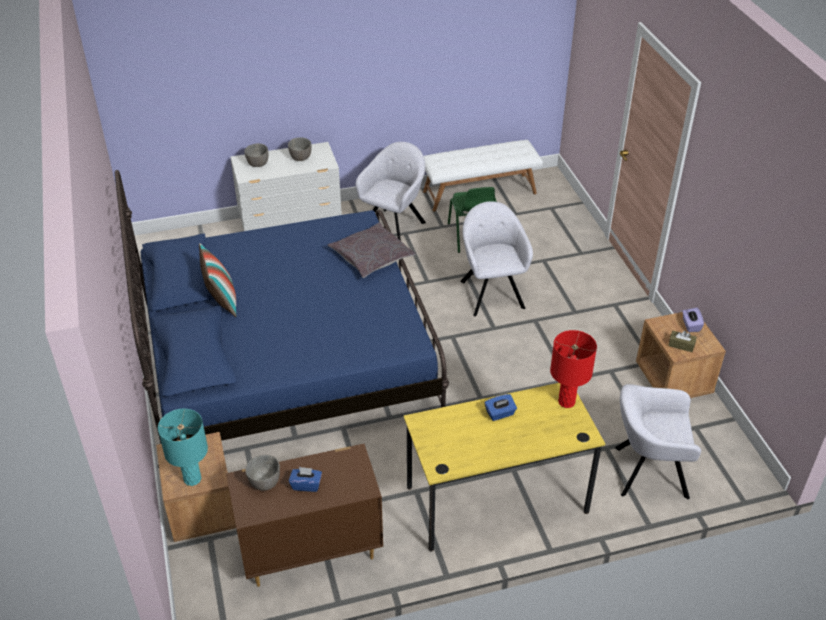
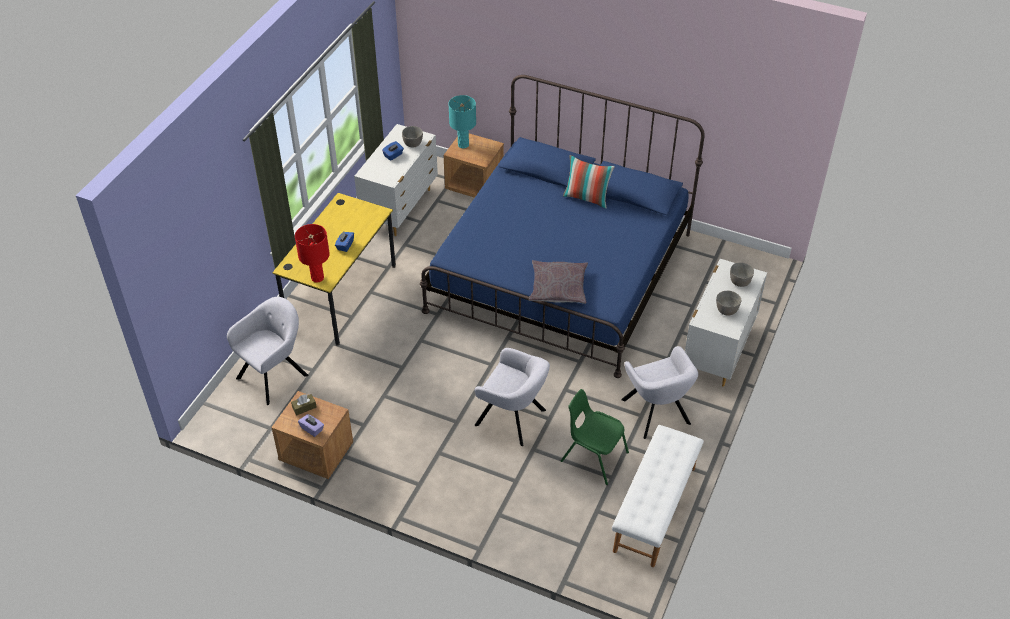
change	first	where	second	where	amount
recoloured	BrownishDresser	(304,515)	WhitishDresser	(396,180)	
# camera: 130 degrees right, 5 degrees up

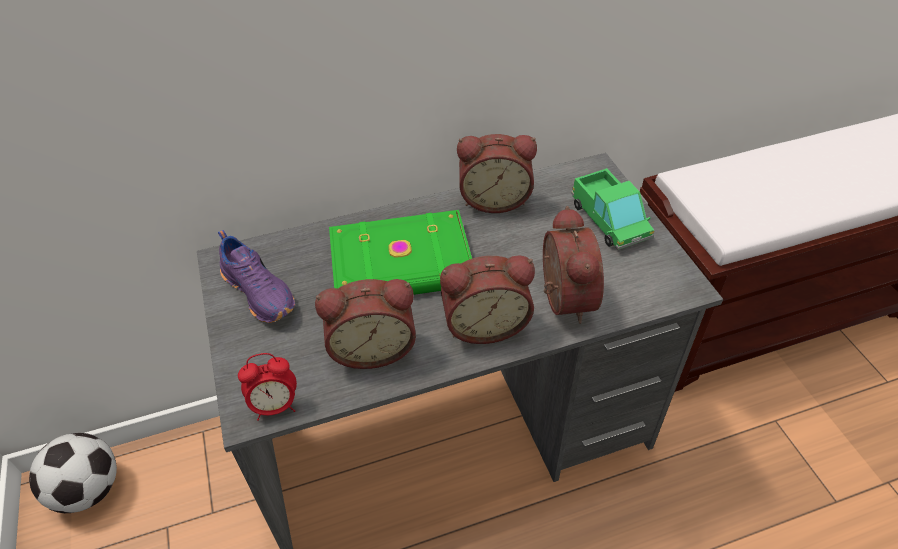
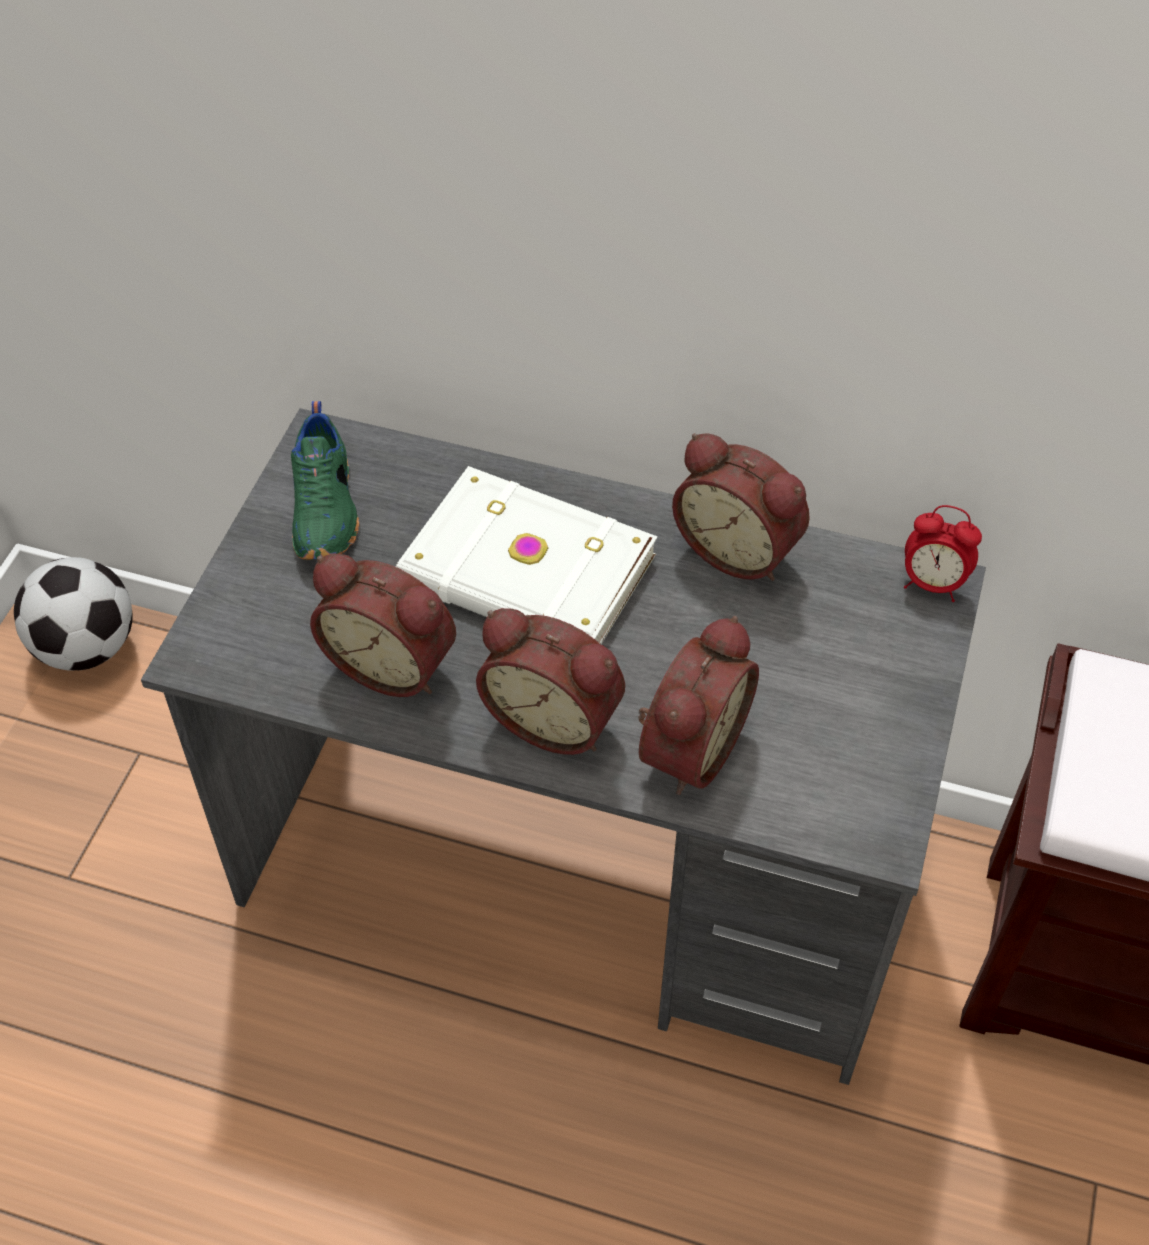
change	first	where	second	where	amount
removed	ToyTruck	(613,209)			
moved	BedsideClock	(267,387)		(943,553)	
recoloured	PurpleShoe	(256,276)	GreenishShoe	(325,480)	
recoloured	GreenishBoundBook	(400,252)	WhitishBoundBook	(527,555)	
# camera: 35 degrees right, 5 degrees up

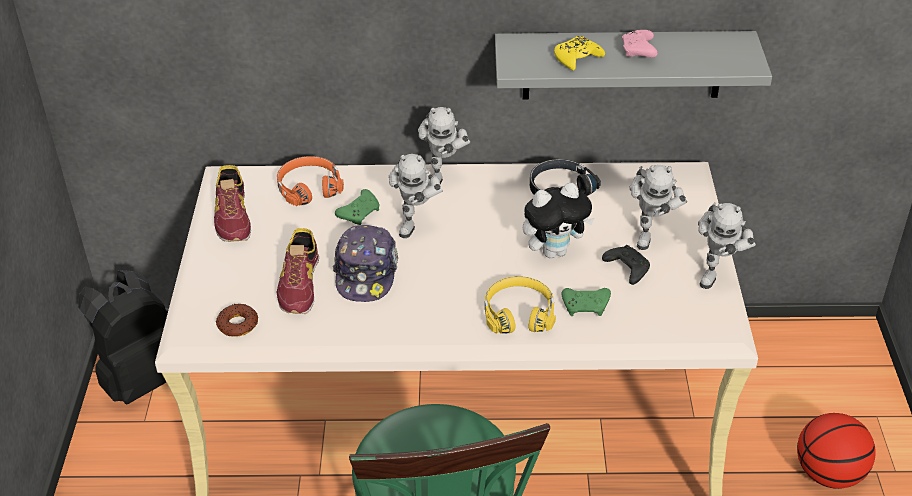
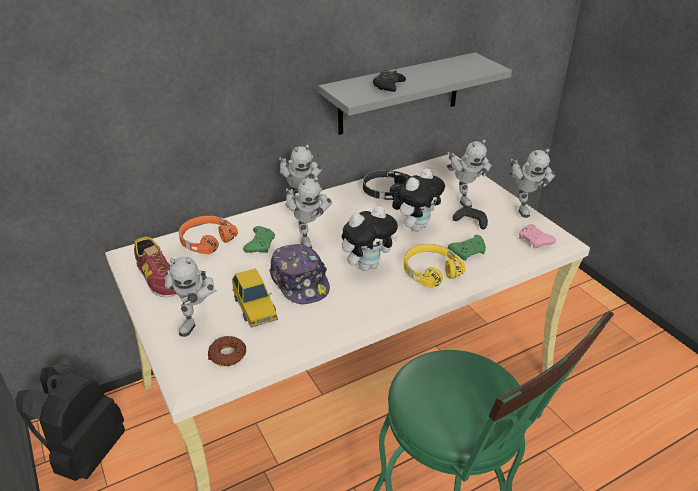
change	first	where	second	where	amount
removed	Basketball	(836,451)			
added			ModelRobot	(190,297)	
added			CuddlyToy	(370,238)	
moved	PinkGamepad	(640,44)		(537,236)	
replaced	Shoe	(298,271)	MiniatureCar	(255,298)	
recoloured	YellowishGamepad	(579,53)	BlackGamepad	(389,81)	
# camera: 30 degrees left, 5 degrees down

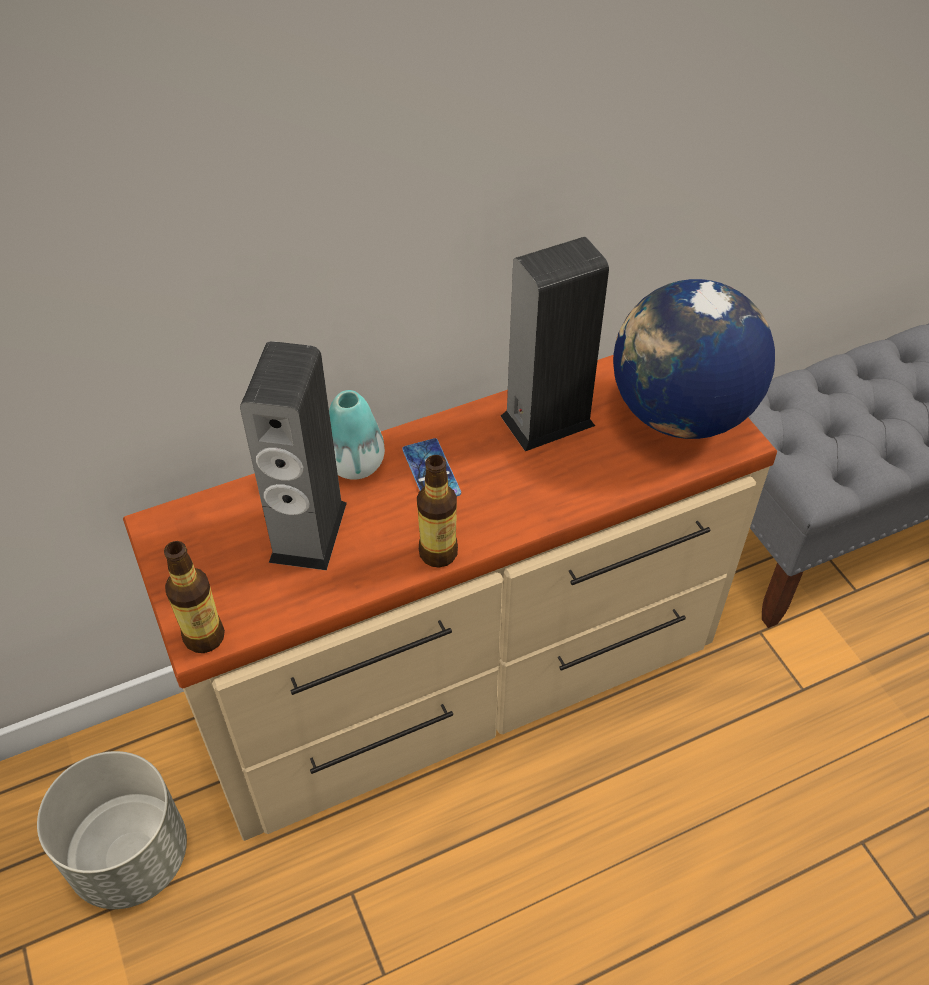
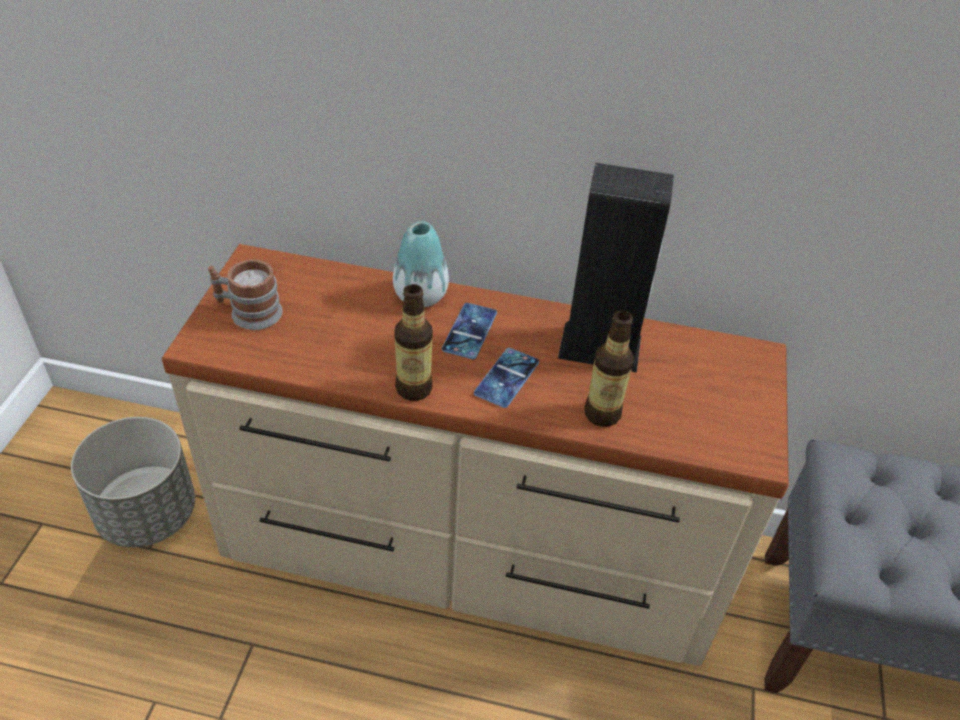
change	first	where	second	where	amount
removed	AudioSpeaker	(293,455)			
removed	DeskGlobe	(694,359)			
added			Mug	(245,294)	
added			Telephone	(506,378)	
moved	DrinkBottle	(194,597)		(609,369)	
# camera: 35 degrees right, 5 degrees down

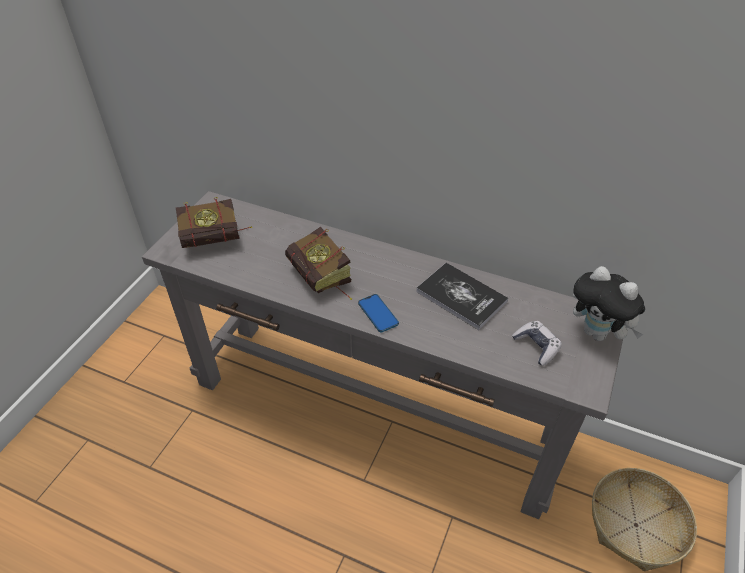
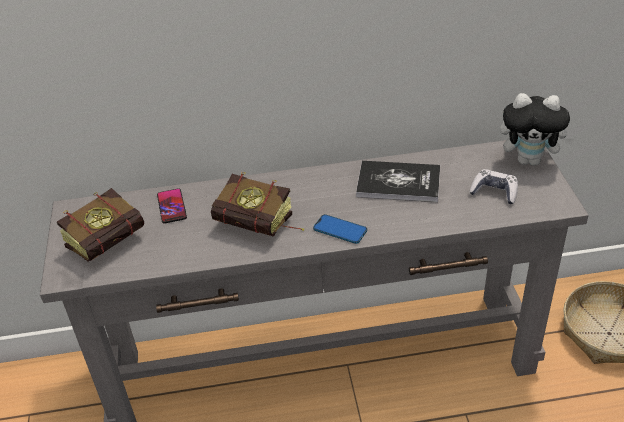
change	first	where	second	where	amount
added			Telephone	(172,206)	
# camera: 30 degrees left, 5 degrees down

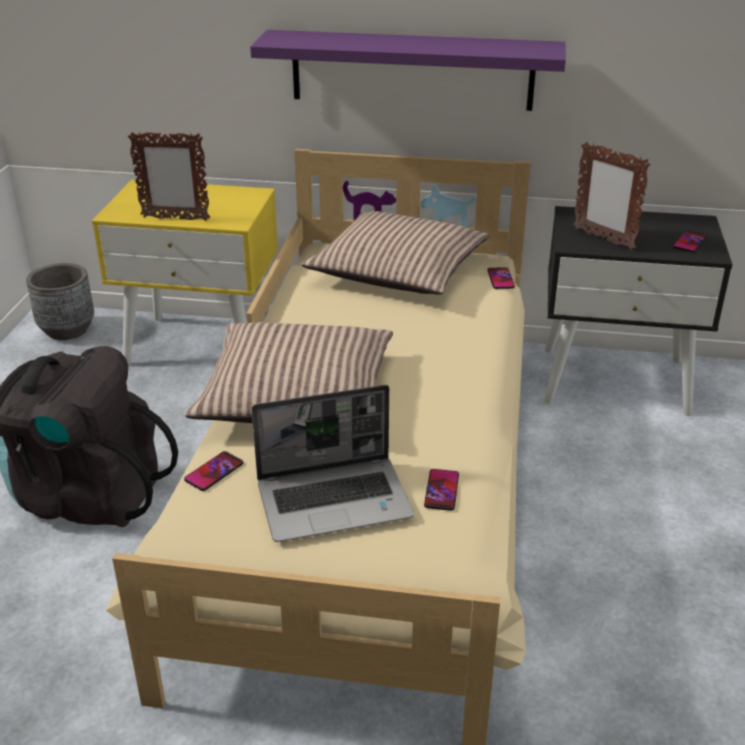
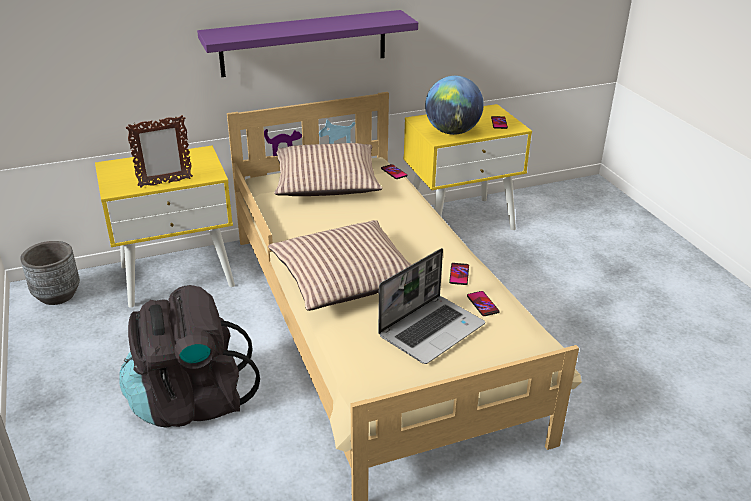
change	first	where	second	where	amount
moved	Telephone	(213,471)		(459,274)	
replaced	PhotoFrame	(611,196)	DeskGlobe	(454,105)	
recoloured	BlackNightTable	(638,311)	YellowishNightTable	(467,167)	
# camera: 30 degrees left, 0 degrees up

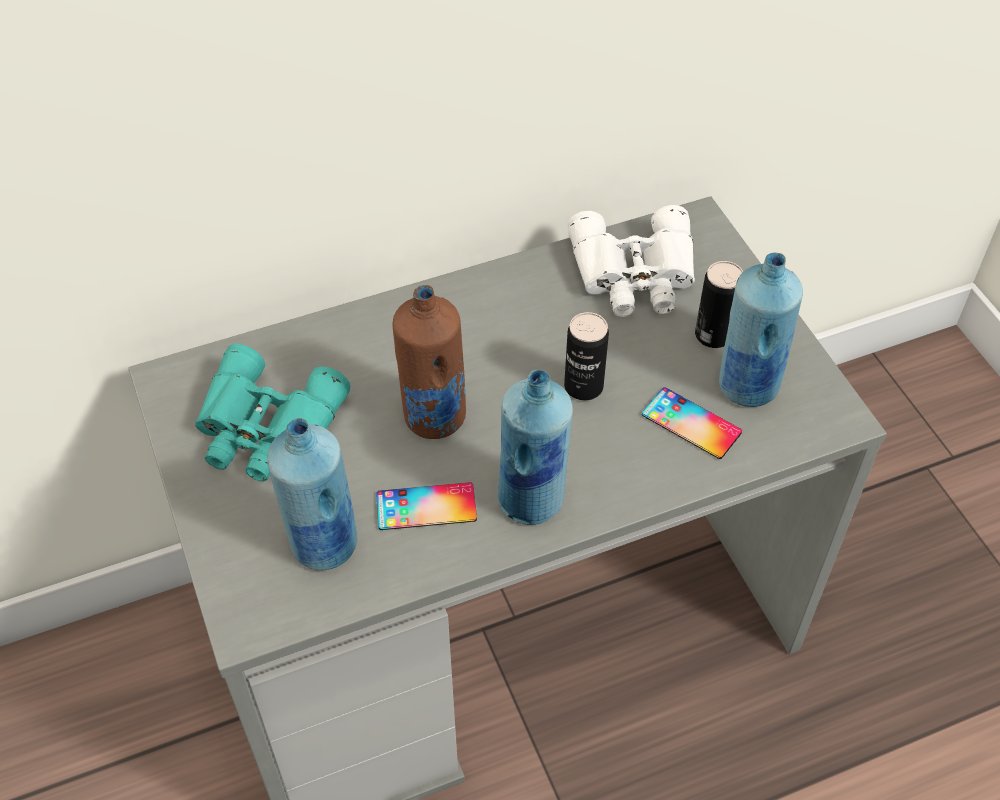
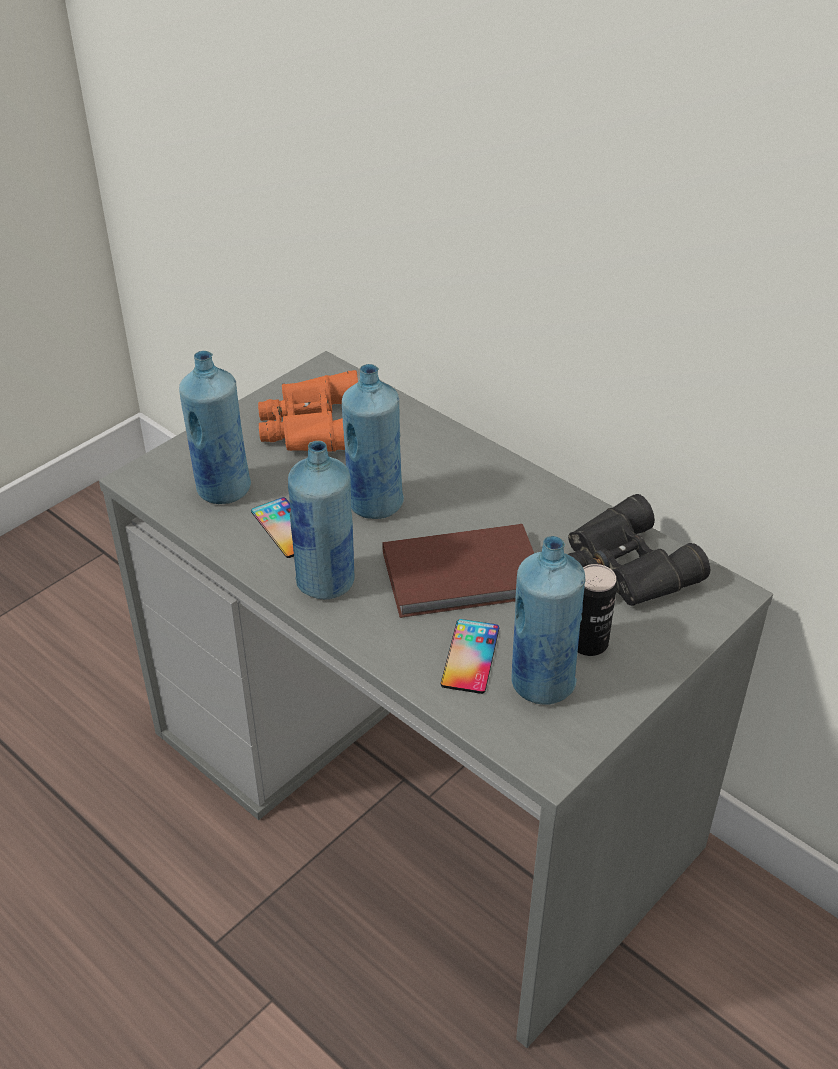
change	first	where	second	where	amount
replaced	MetalCan	(586,356)	BrownishBoundBook	(458,571)	
recoloured	TurquoiseColouredBinoculars	(272,413)	OrangeyBinoculars	(308,411)	
recoloured	BrownishDrinkBottle	(429,362)	BluishDrinkBottle	(373,441)	
recoloured	WhitishBinoculars	(631,261)	BlackBinoculars	(638,550)	
# camera: 65 degrees right, 10 degrees down

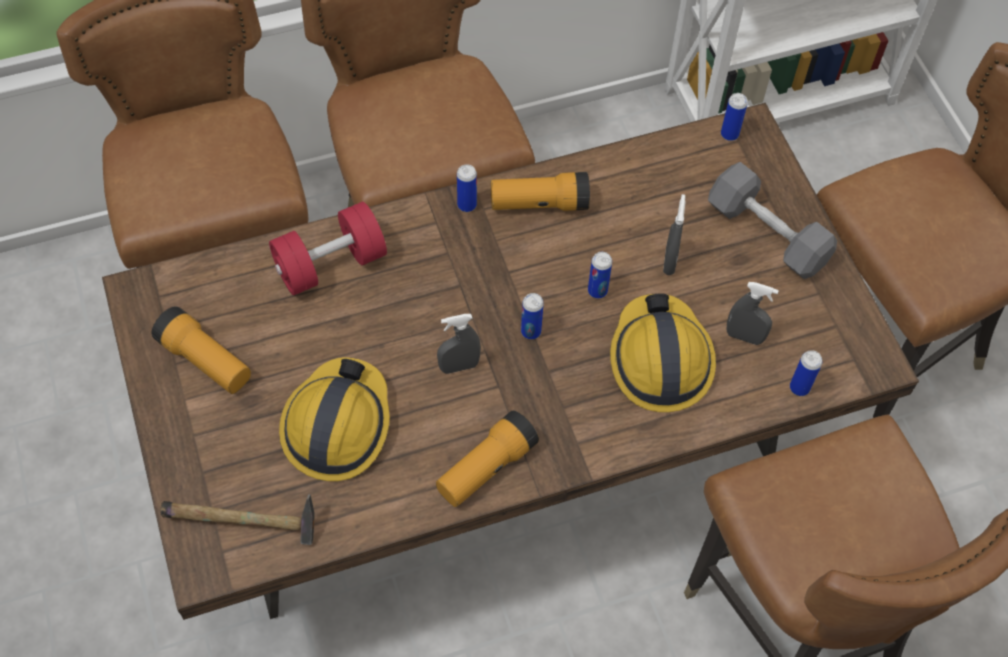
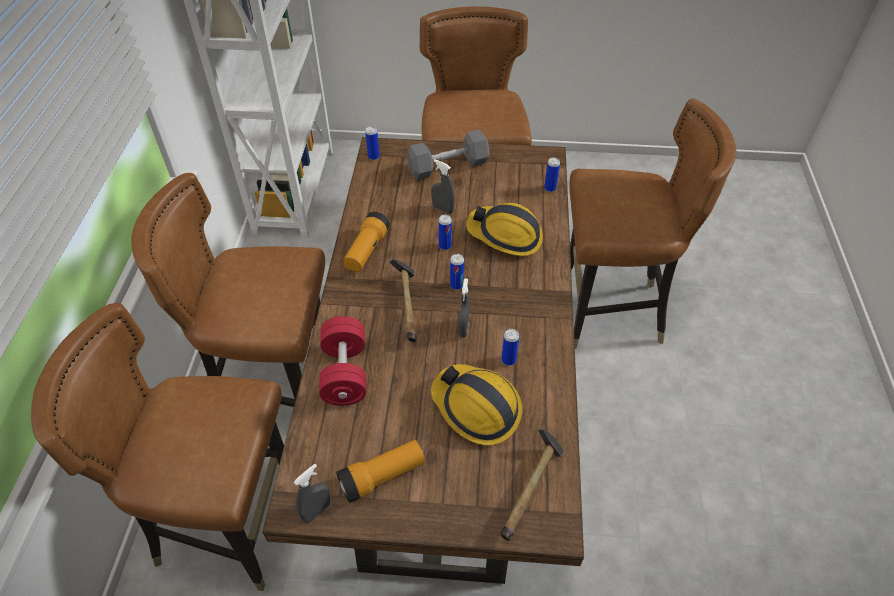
change	first	where	second	where	amount
removed	Flashlight	(487,459)			
added			HandHammer	(403,300)	
moved	MetalCan	(467,188)		(510,347)	
moved	GreyishSprayer	(753,313)		(312,493)	
# camera: 65 degrees left, 10 degrees down

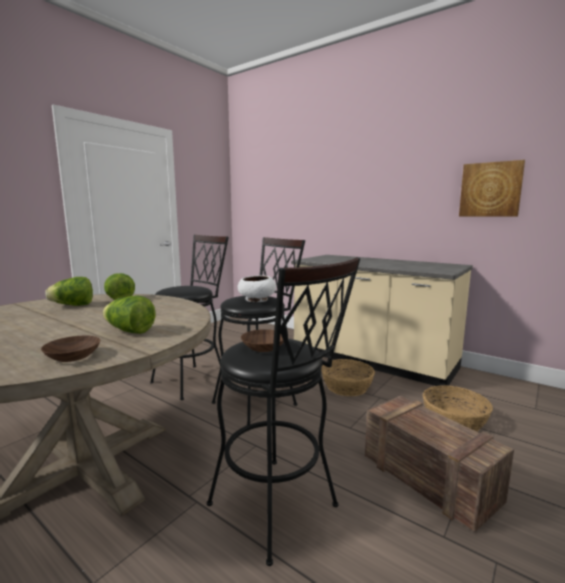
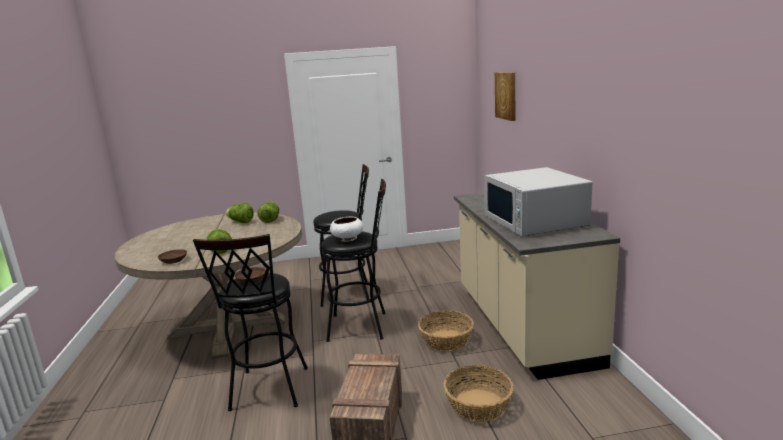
change	first	where	second	where	amount
added			WhitishKitchenMicrowave	(538,202)	
moved	WallArt	(492,188)		(505,96)	
# camera: 45 degrees right, 5 degrees up

